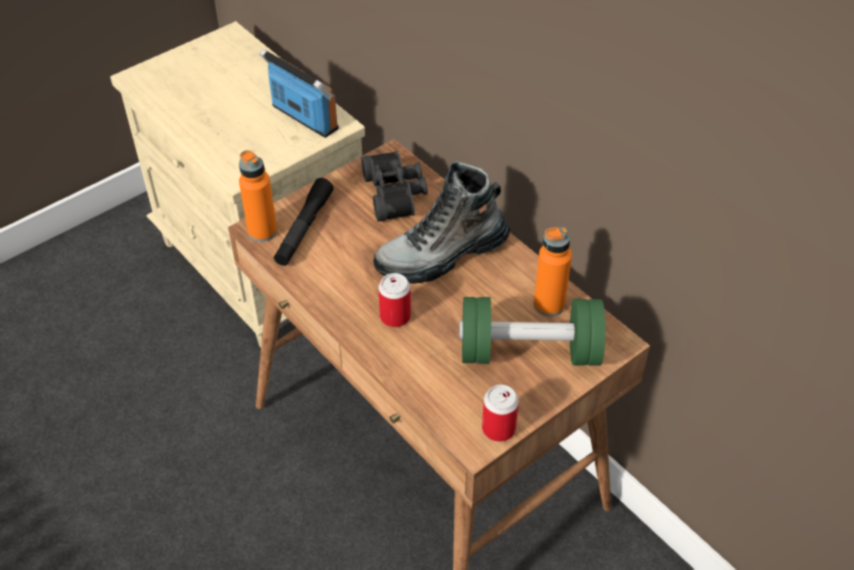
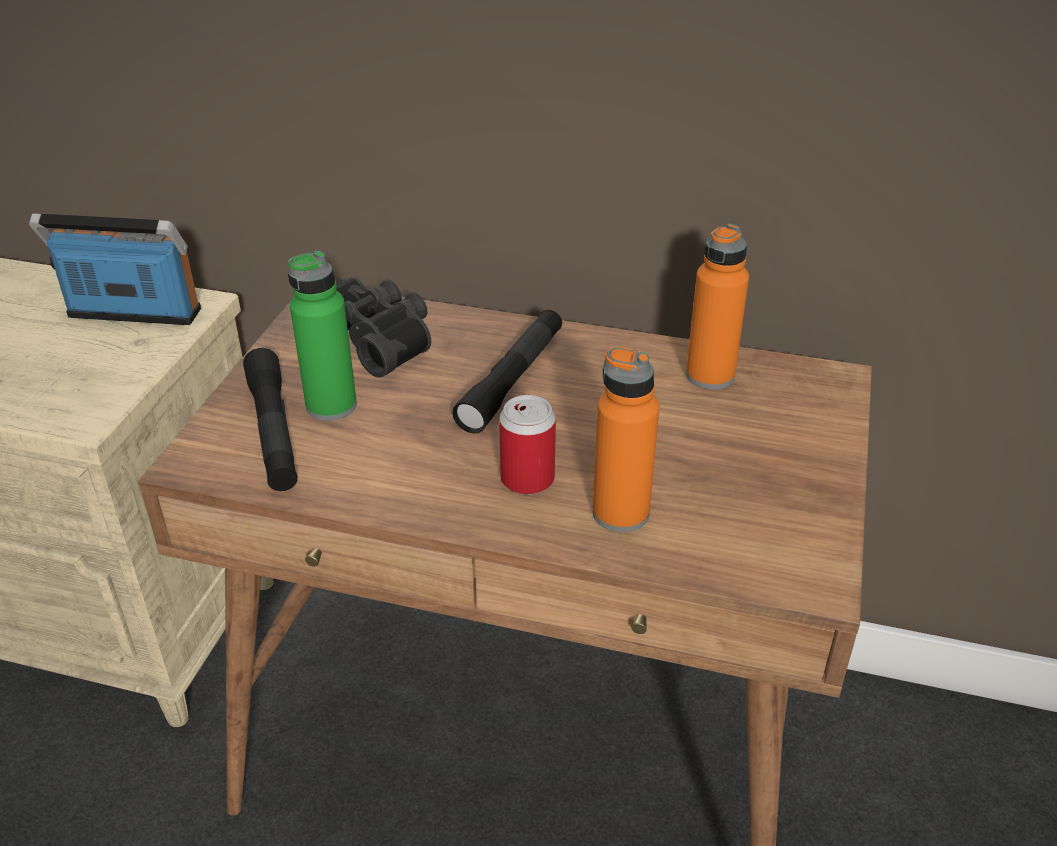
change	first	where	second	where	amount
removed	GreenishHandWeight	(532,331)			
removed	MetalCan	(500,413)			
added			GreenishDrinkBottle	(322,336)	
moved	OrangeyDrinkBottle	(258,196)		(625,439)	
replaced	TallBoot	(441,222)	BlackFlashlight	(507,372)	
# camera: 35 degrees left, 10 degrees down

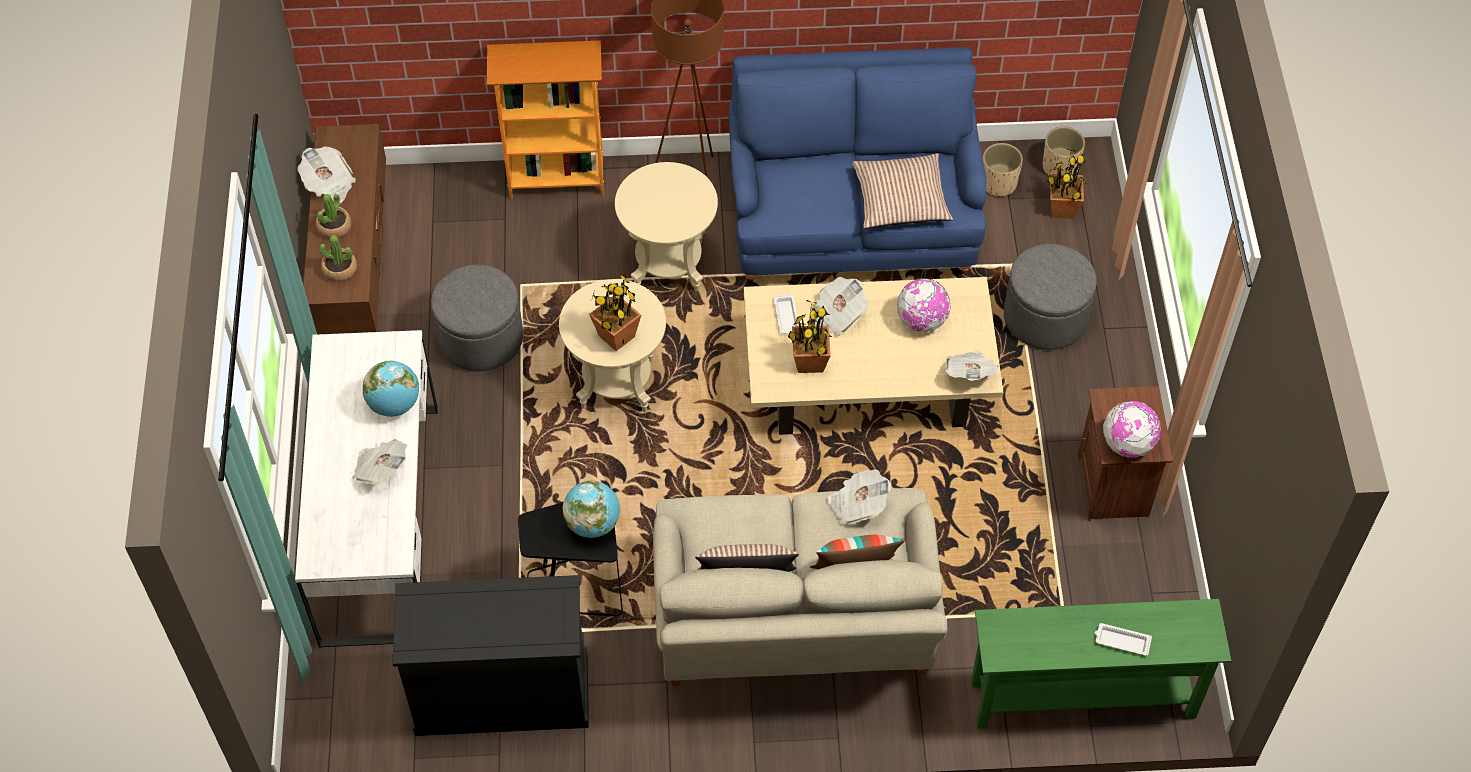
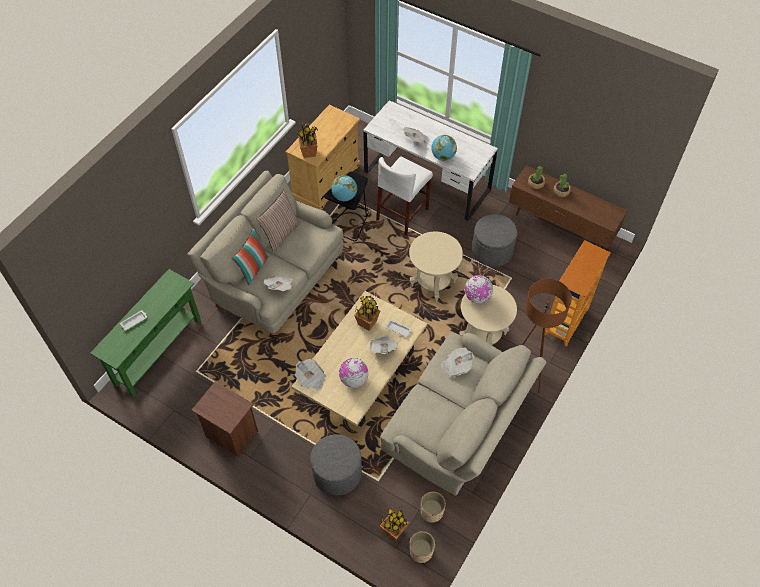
change	first	where	second	where	amount
removed	ThrowPillow	(902,191)			
added			WhitishSittingStool	(404,196)	
moved	Newspaper	(326,174)		(457,362)	
moved	PottedPlant	(615,312)		(308,140)	
moved	DeskGlobe	(1132,429)		(479,289)	
recoloured	BlackCabinet	(490,655)	BeigeColouredCabinet	(323,157)	
recoloured	BluishCouch	(857,164)	BeigeColouredCouch	(463,414)	
# camera: 125 degrees right, 0 degrees up

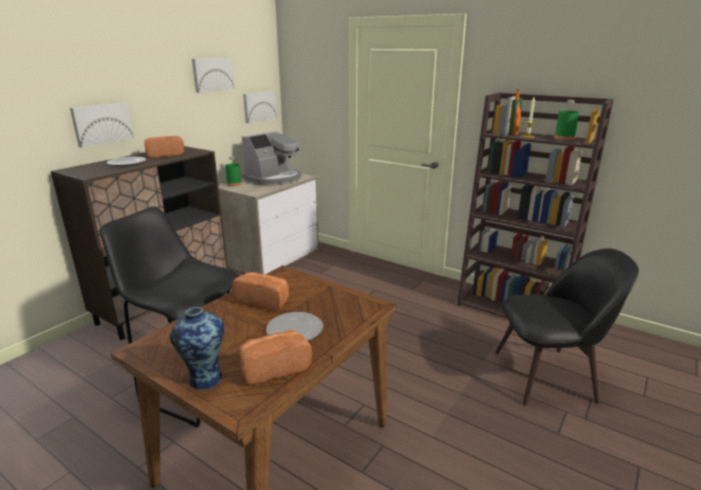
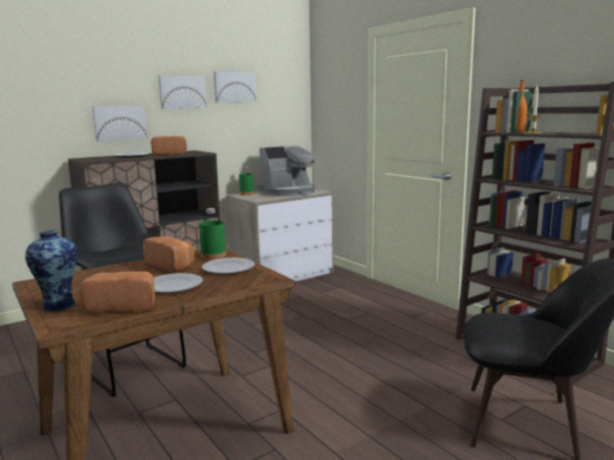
change	first	where	second	where	amount
added			Plate	(228,266)	
moved	WallArt	(260,107)		(182,91)	
moved	GreenishDrinkBottle	(566,120)		(212,234)	
# camera: 20 degrees right, 10 degrees down

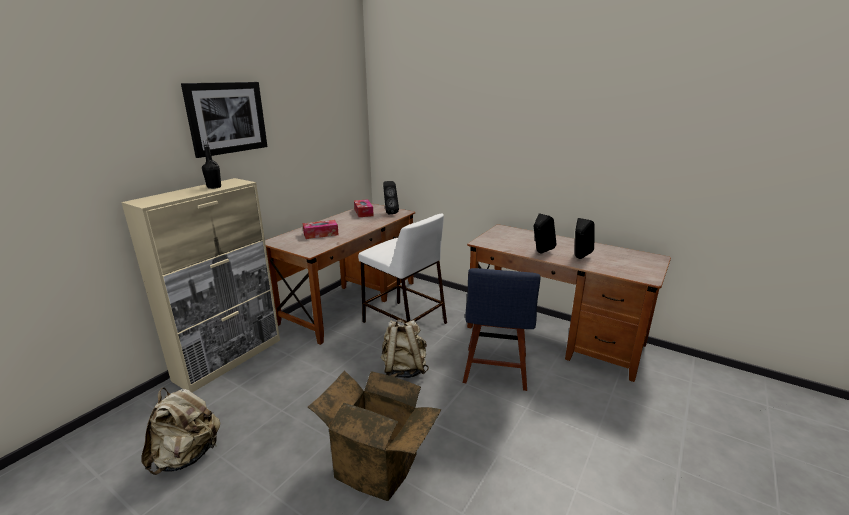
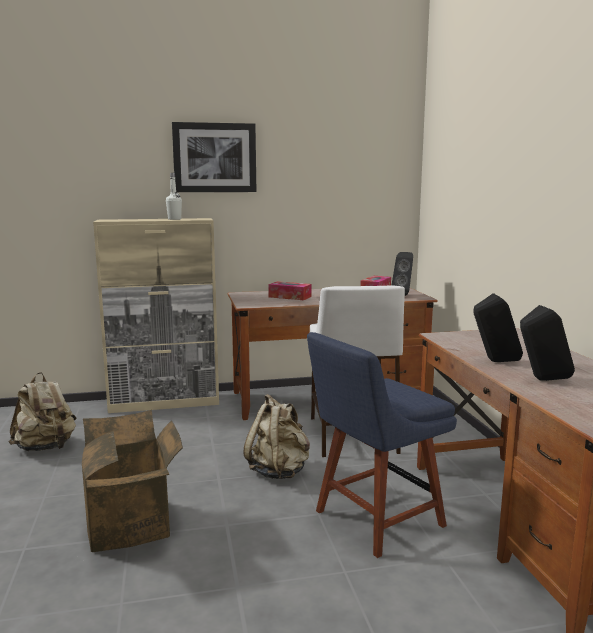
change	first	where	second	where	amount
recoloured	BlackDrinkBottle	(211,164)	WhitishDrinkBottle	(174,196)	
# camera: 45 degrees right, 10 degrees down

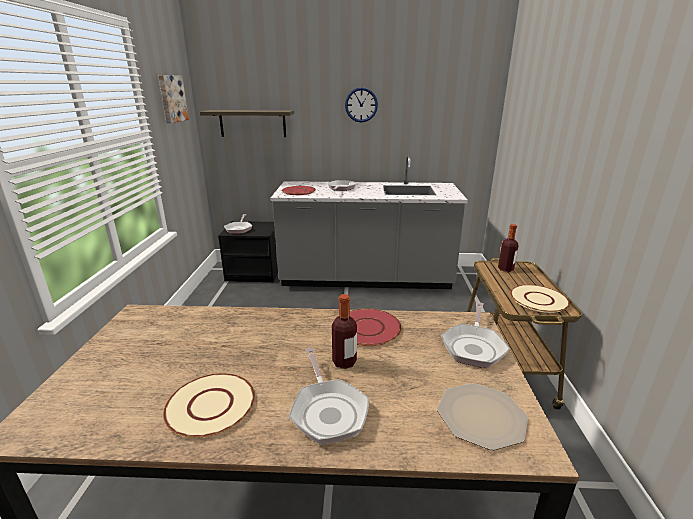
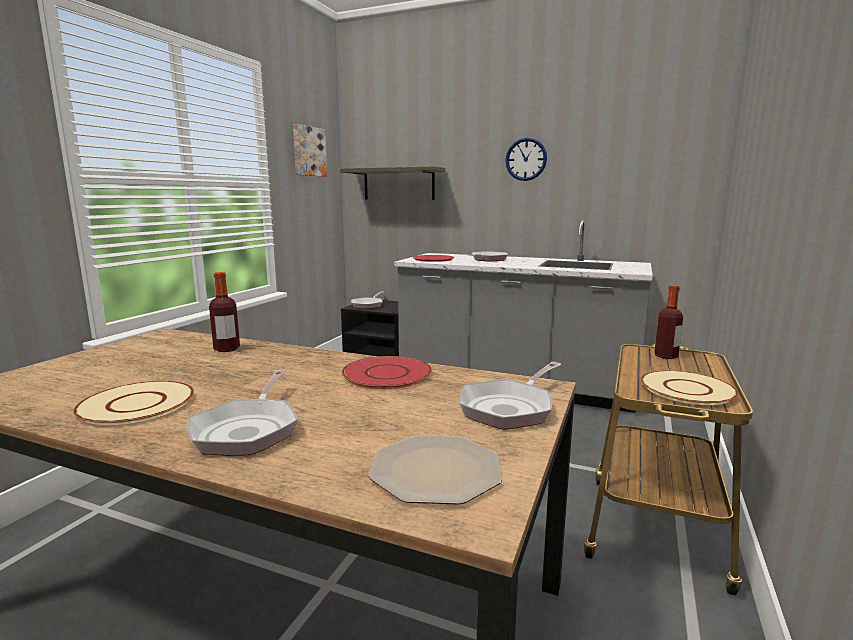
change	first	where	second	where	amount
moved	DrinkBottle	(344,331)		(224,312)	
# camera: 20 degrees right, 10 degrees down

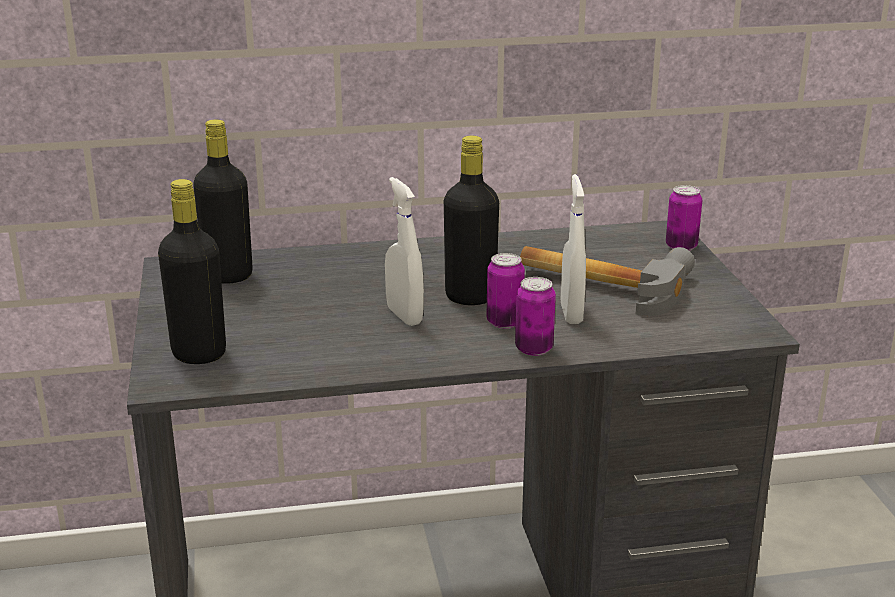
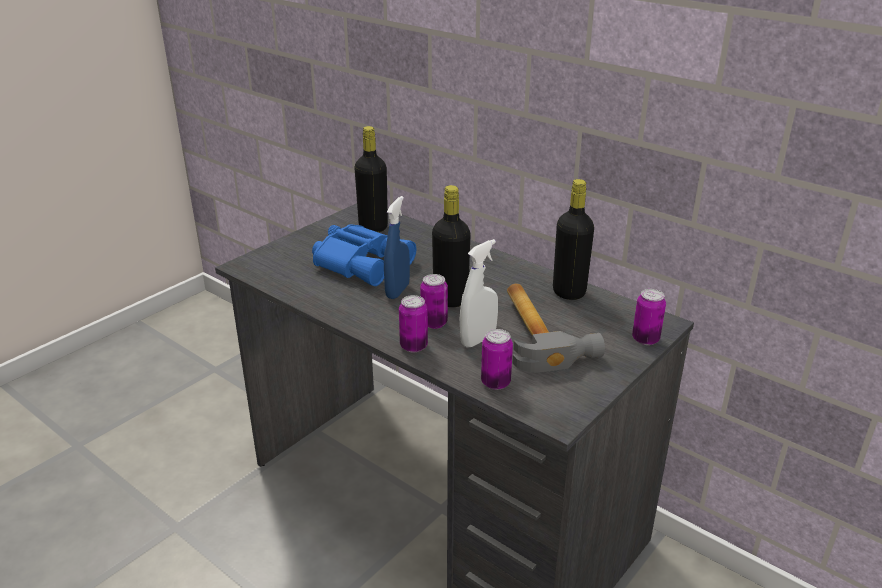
change	first	where	second	where	amount
added			BluishBinoculars	(364,255)	
added			MetalCan	(497,359)	
moved	BlackDrinkBottle	(192,271)		(573,239)	
recoloured	WhitishSprayer	(404,251)	BluishSprayer	(397,247)	
# camera: 50 degrees right, 5 degrees up

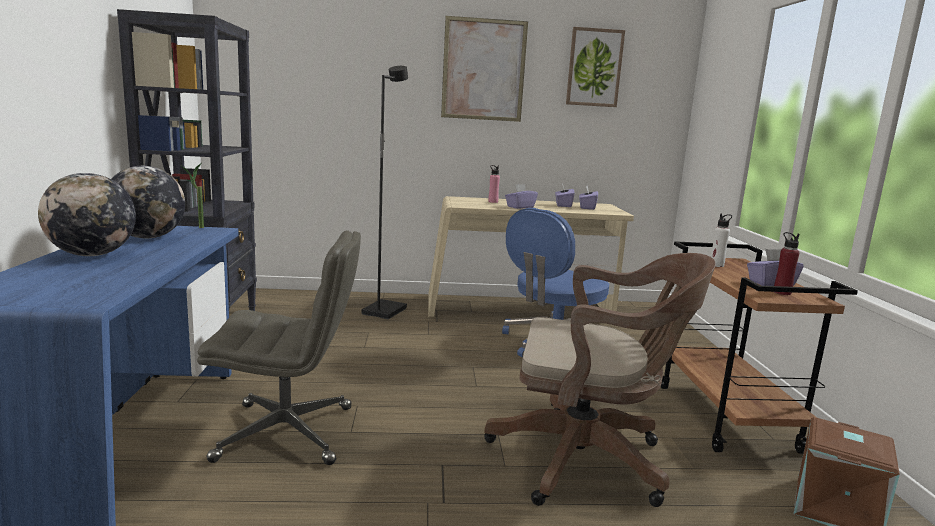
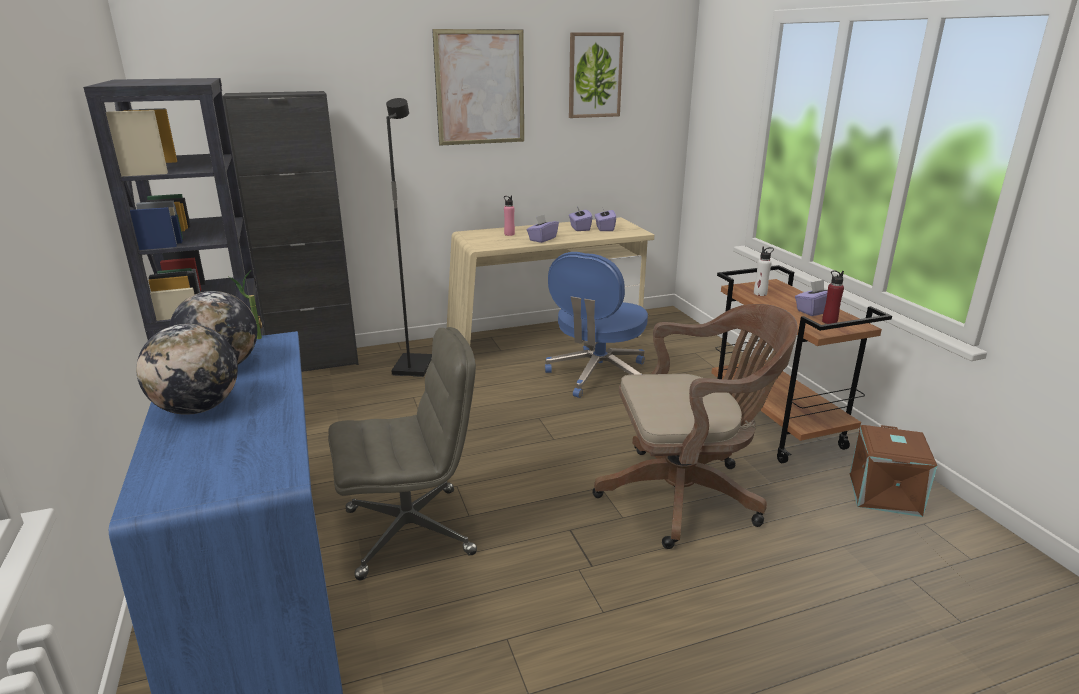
change	first	where	second	where	amount
added			BlackCabinet	(291,231)	
# camera: 15 degrees left, 10 degrees up

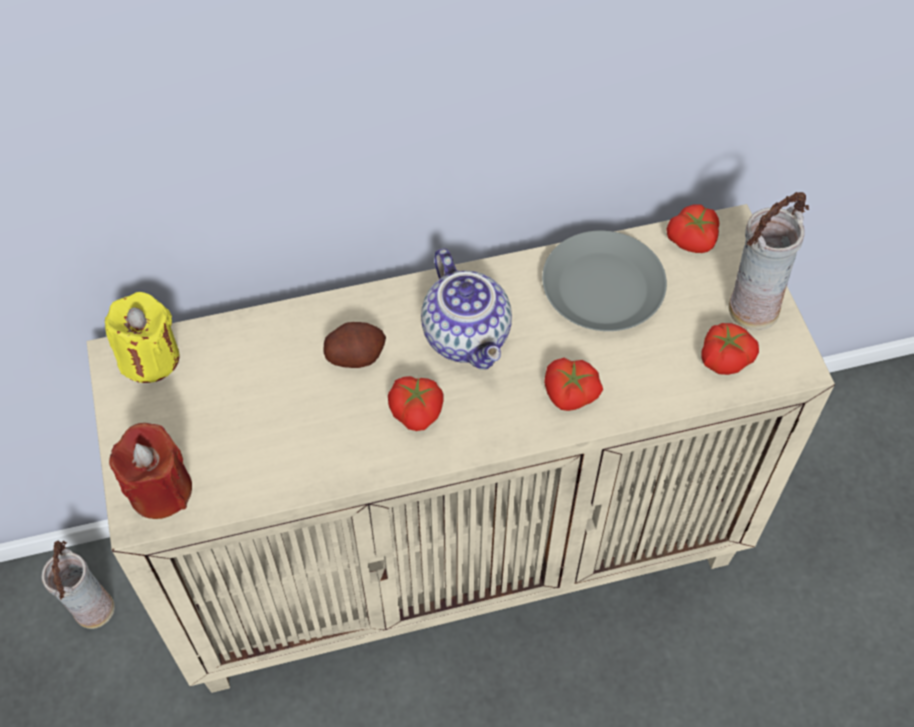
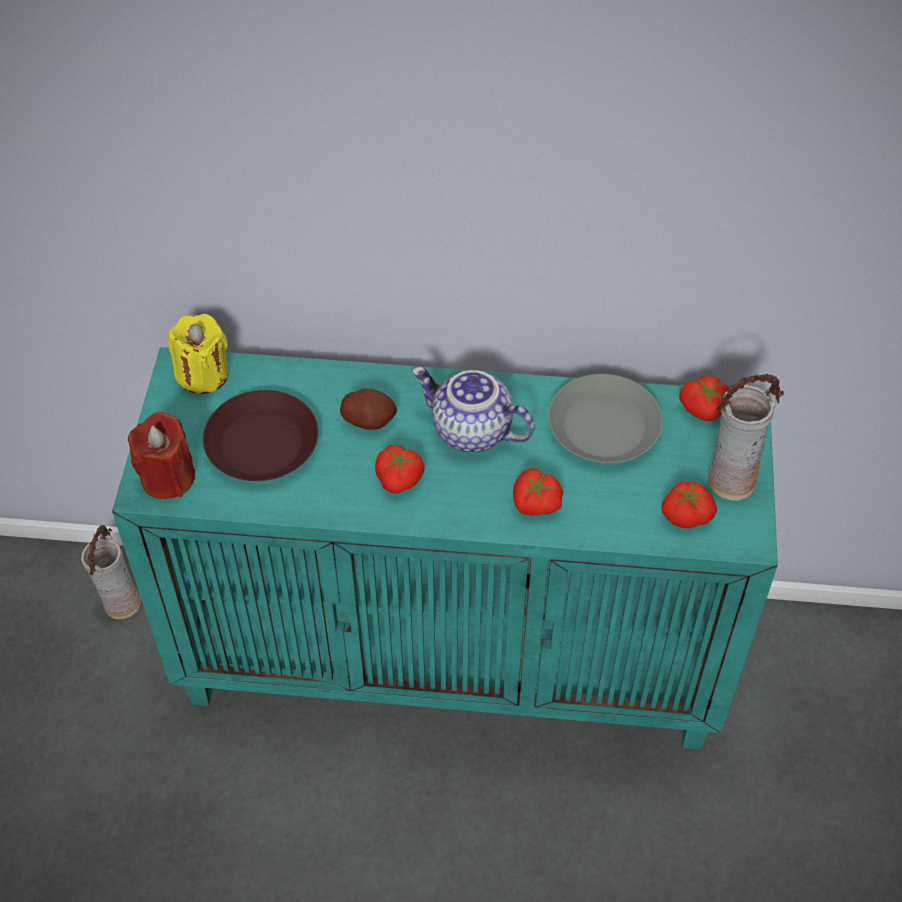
change	first	where	second	where	amount
added			BrownishPlate	(260,435)	
recoloured	BeigeColouredCabinet	(461,448)	TurquoiseColouredCabinet	(445,548)	
turned	Teapot	(466,309)		(473,409)	120 degrees clockwise
# camera: 20 degrees right, 5 degrees down

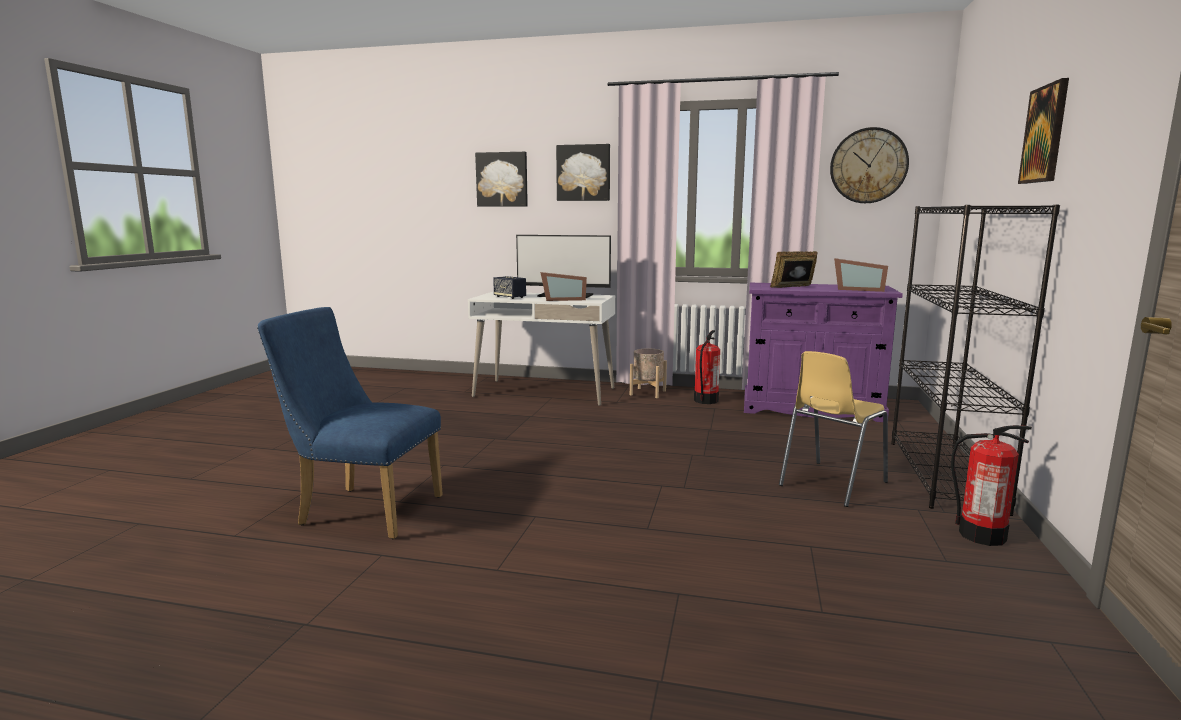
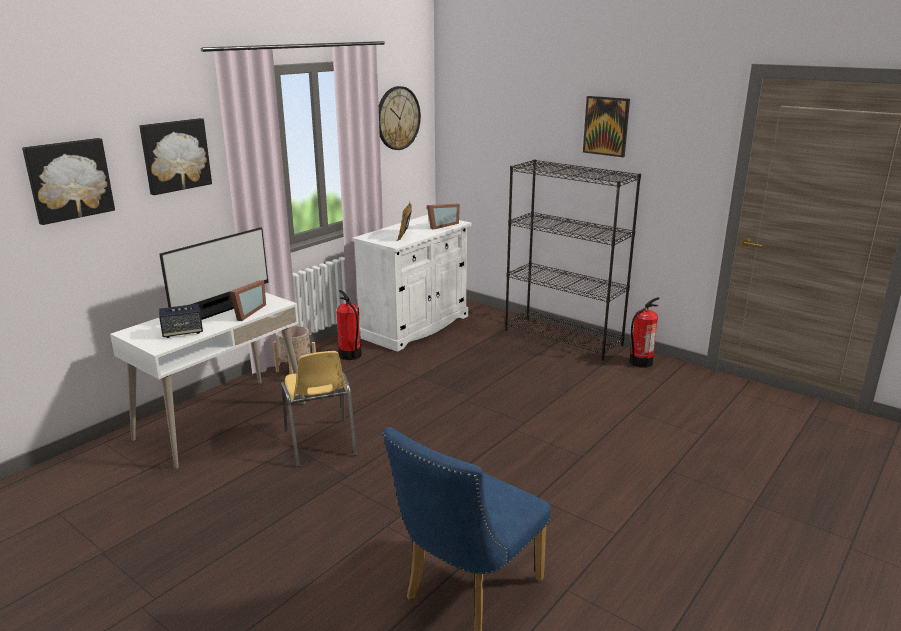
change	first	where	second	where	amount
moved	YellowishUprightChair	(833,429)		(319,409)	
recoloured	PurpleCabinet	(823,352)	WhitishCabinet	(411,283)	
# camera: 65 degrees left, 10 degrees up

